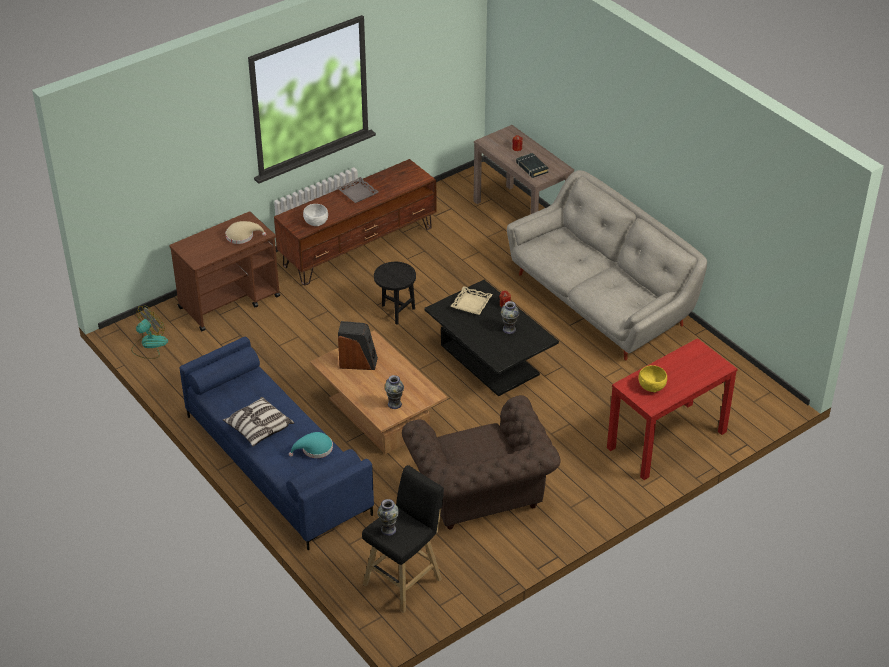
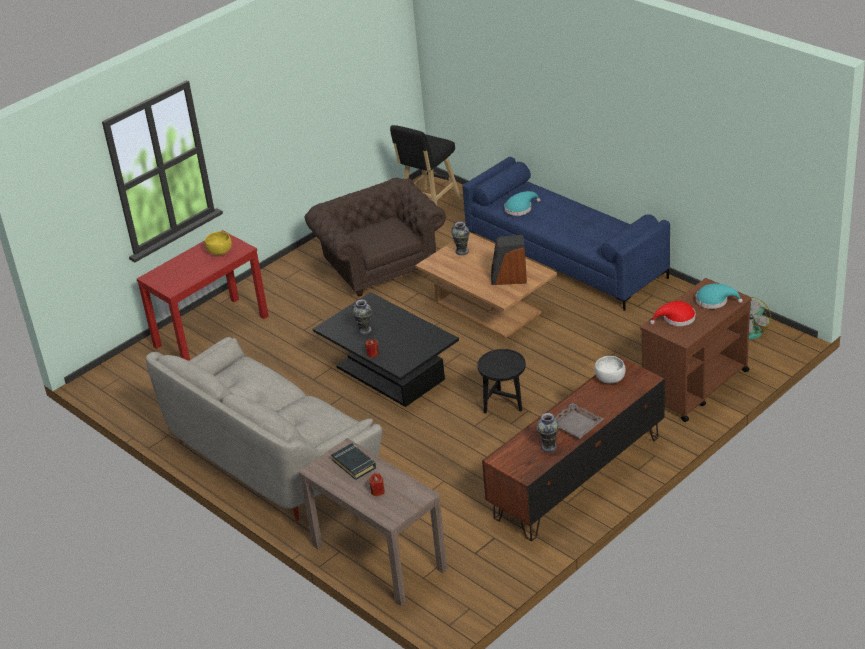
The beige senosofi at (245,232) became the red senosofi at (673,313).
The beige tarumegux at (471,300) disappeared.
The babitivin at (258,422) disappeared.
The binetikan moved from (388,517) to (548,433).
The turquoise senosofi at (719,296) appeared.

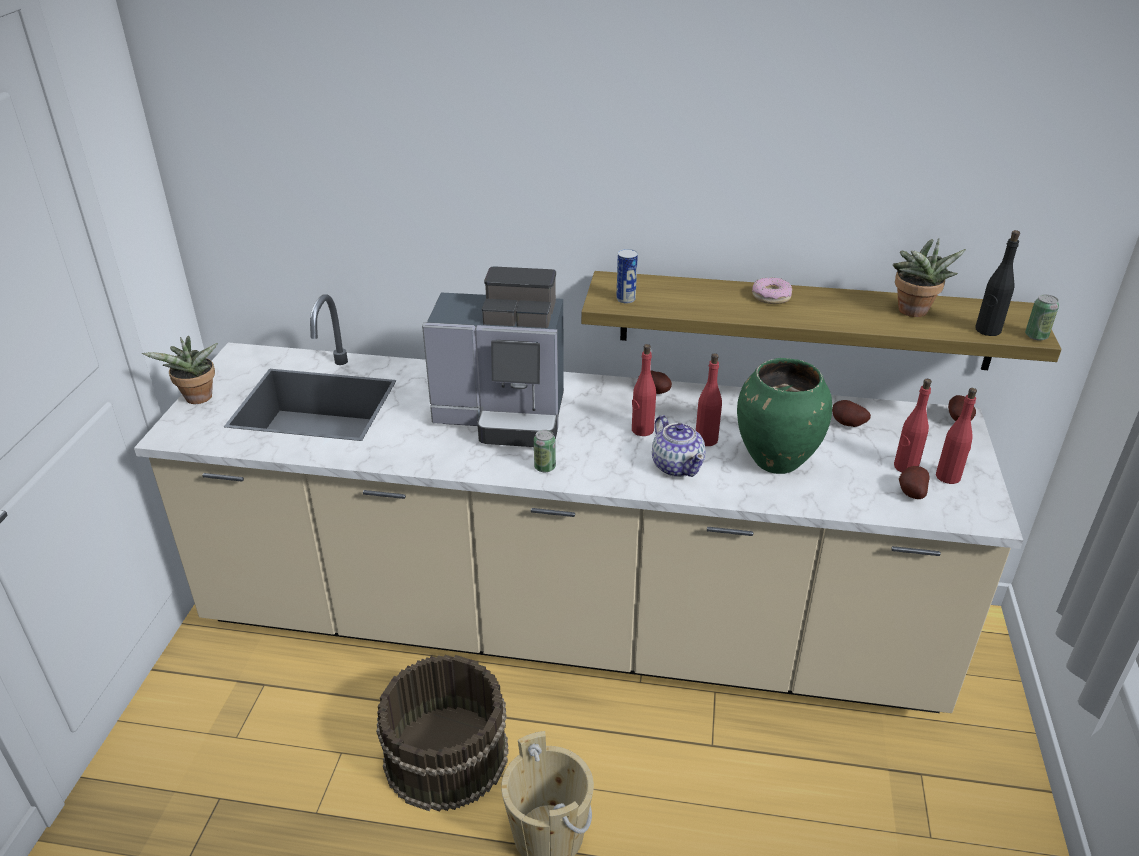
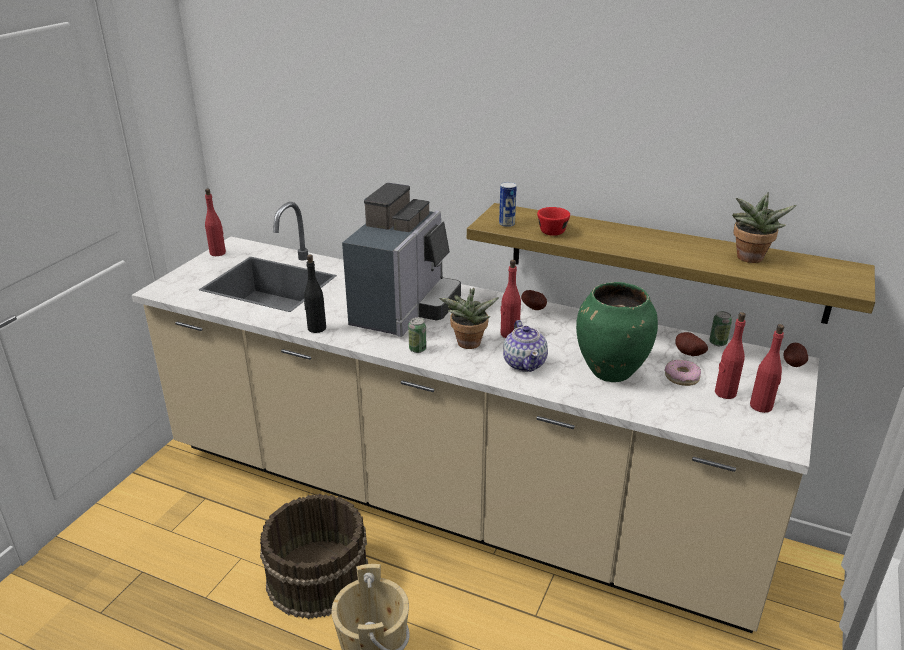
The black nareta moved from (997,283) to (315,294).
The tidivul at (493,356) turned 90 degrees counterclockwise.
The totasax moved from (772,290) to (683,373).
The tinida moved from (1042,317) to (720,328).
The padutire moved from (180,370) to (469,318).
The red nareta moved from (709,399) to (215,222).
The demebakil at (914,482) disappeared.
The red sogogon at (553,221) appeared.

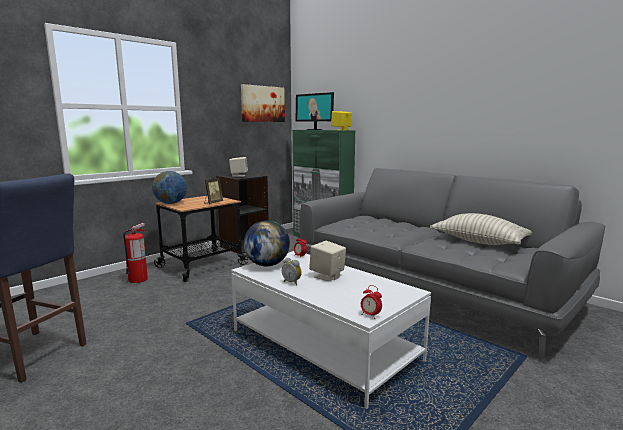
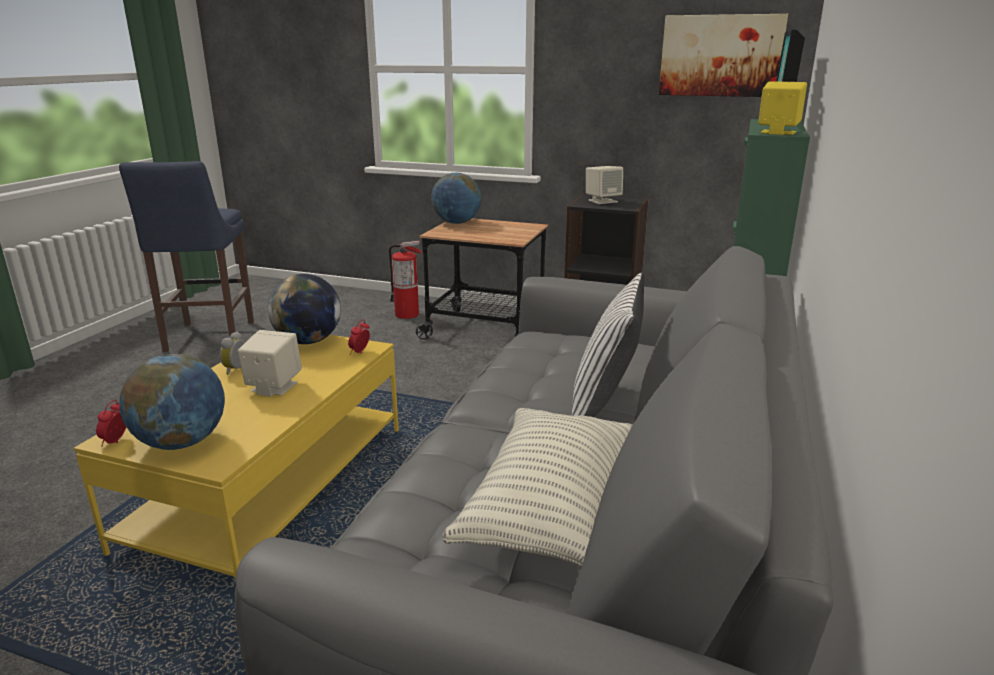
The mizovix at (213,190) disappeared.
The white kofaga at (331,330) became the yellow kofaga at (236,457).
The white babitivin at (608,345) appeared.
The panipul at (172,402) appeared.

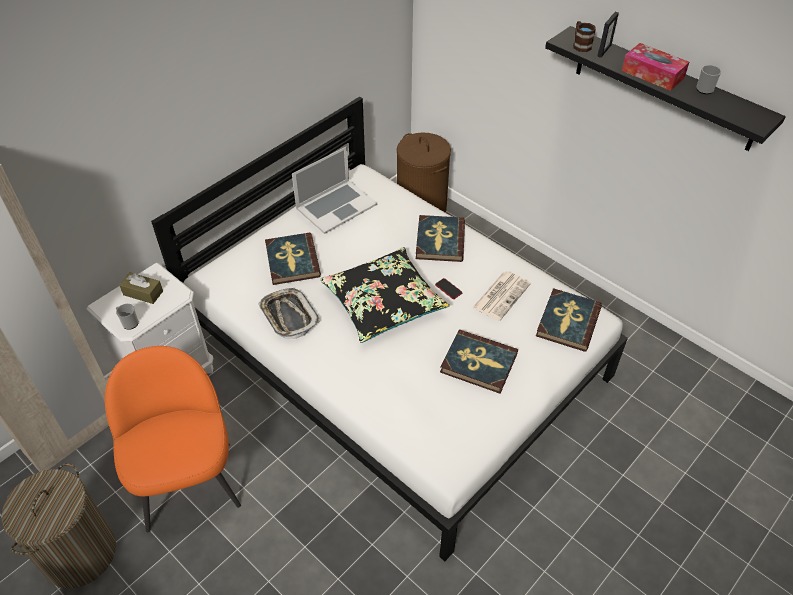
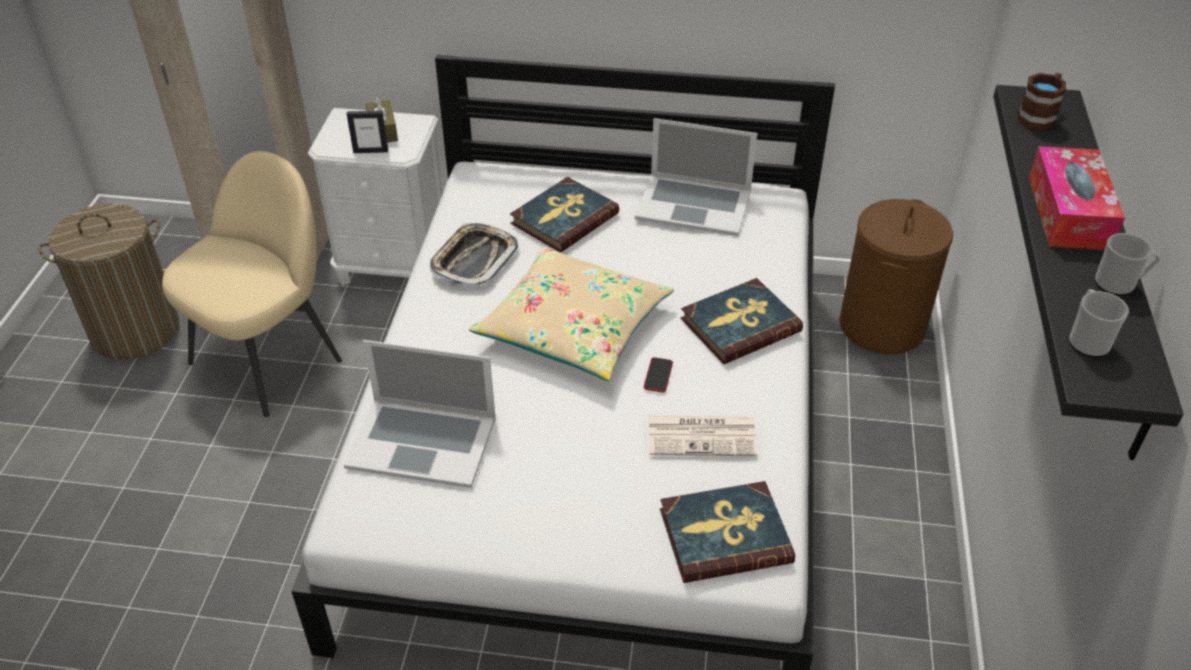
The mizovix moved from (608,35) to (367,132).
The black babitivin at (385,295) became the beige babitivin at (571,313).
The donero moved from (127,317) to (1099,323).
The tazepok at (479,361) disappeared.
The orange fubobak at (173,439) became the beige fubobak at (252,284).
The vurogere at (420,414) appeared.

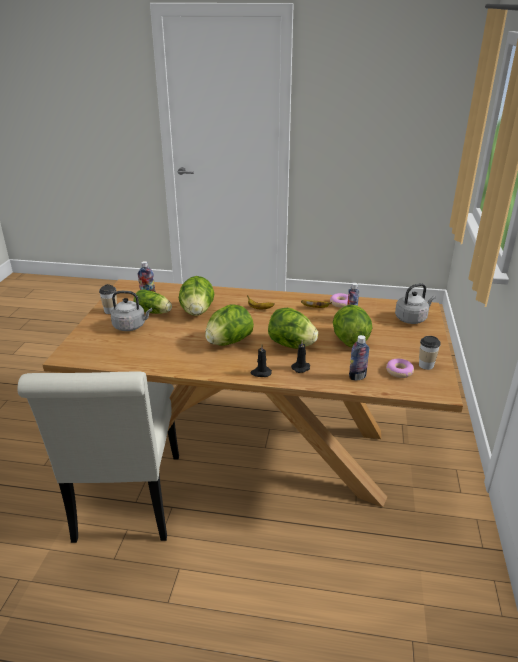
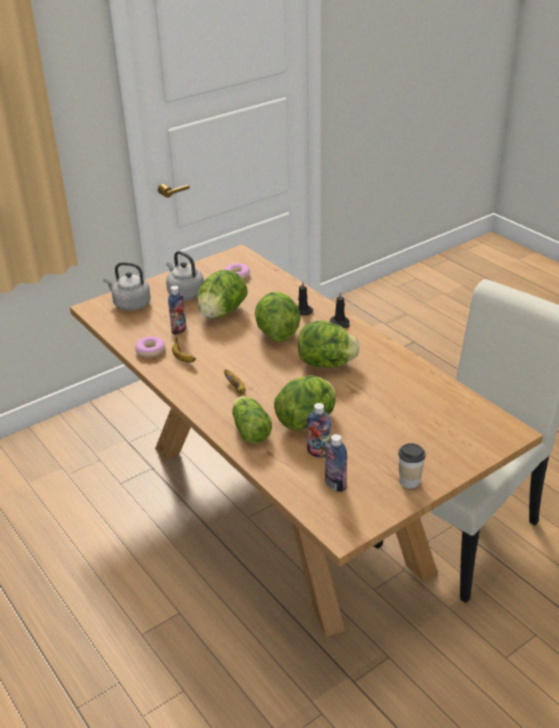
The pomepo moved from (152,301) to (252,420).
The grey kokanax moved from (131,311) to (185,275).
The nareta moved from (359,357) to (319,430).
The sogogon at (430,353) disappeared.

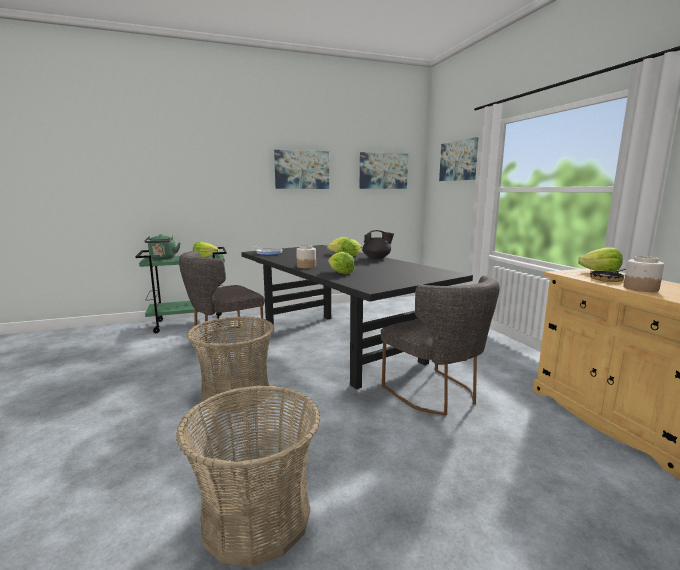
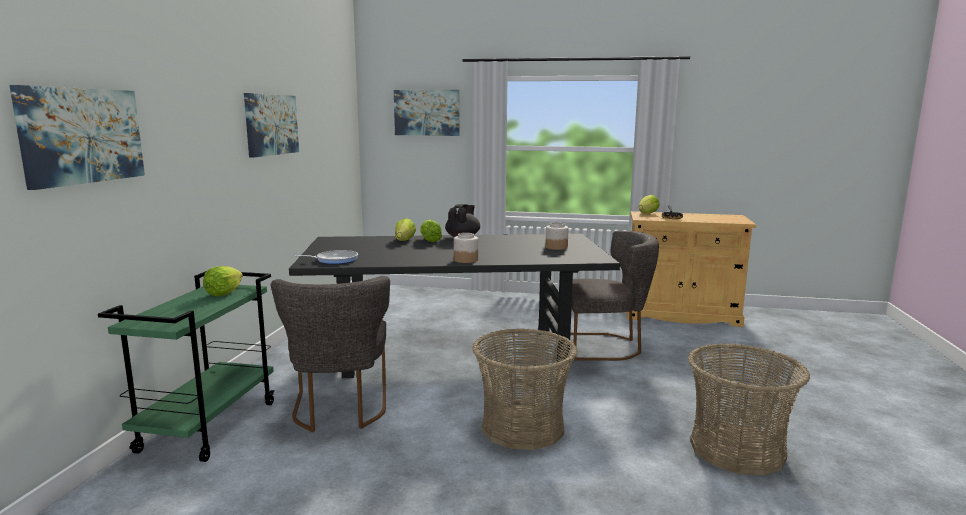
The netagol moved from (384,170) to (77,137).
The green kokanax at (162,247) disappeared.
The pomepo at (341,263) disappeared.
The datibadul moved from (643,274) to (557,236).

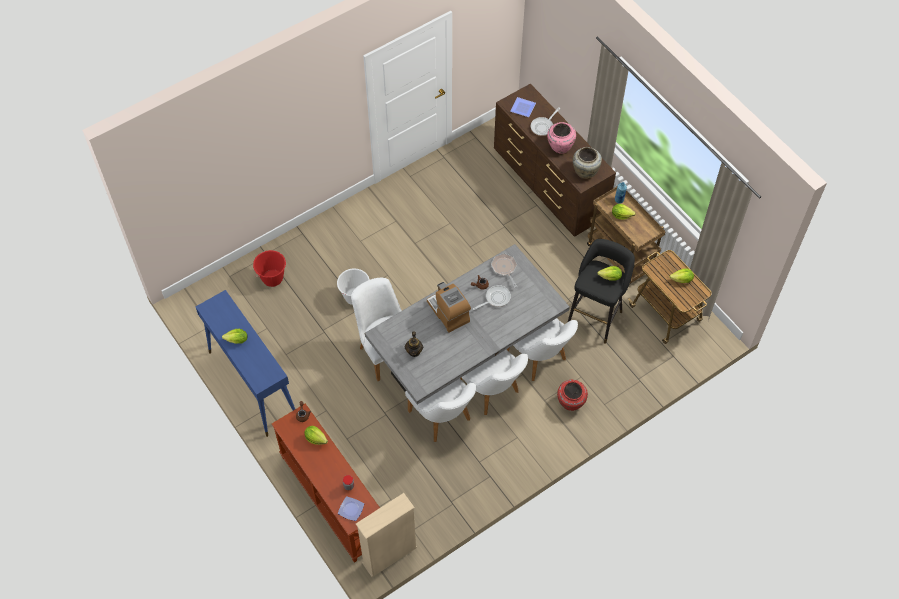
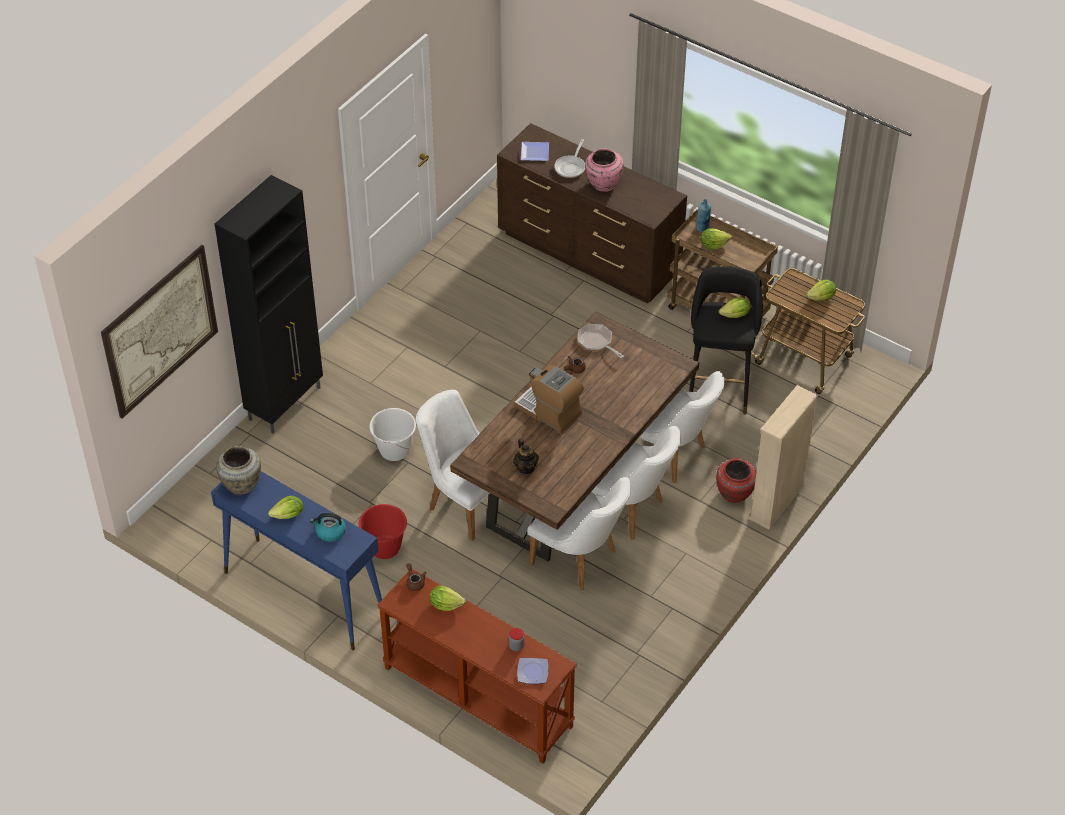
The beige binetikan moved from (587,163) to (238,470).
The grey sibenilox at (467,324) became the brown sibenilox at (574,436).
The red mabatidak moved from (269,268) to (383,531).
The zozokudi at (492,297) disappeared.
The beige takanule moved from (386,535) to (783,457).
The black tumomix at (269,304) appeared.
The netagol at (159,332) appeared.
The kokanax at (328,527) appeared.

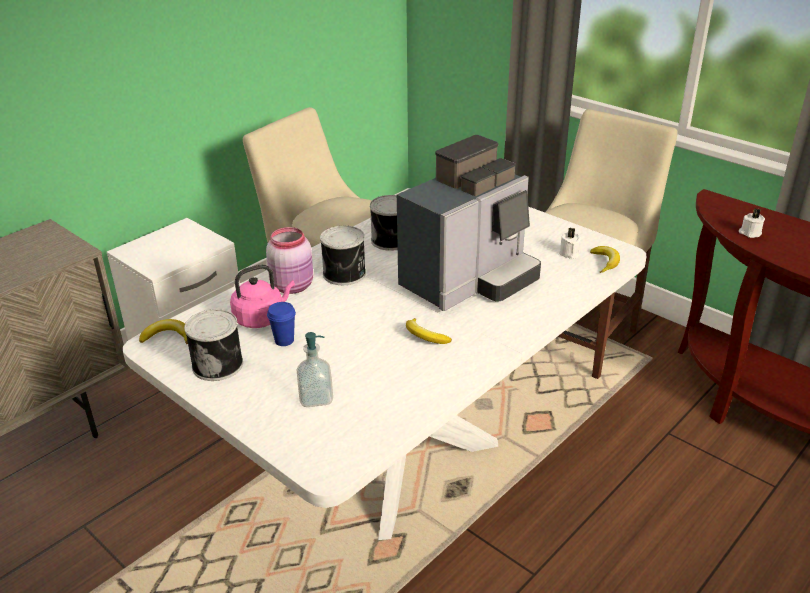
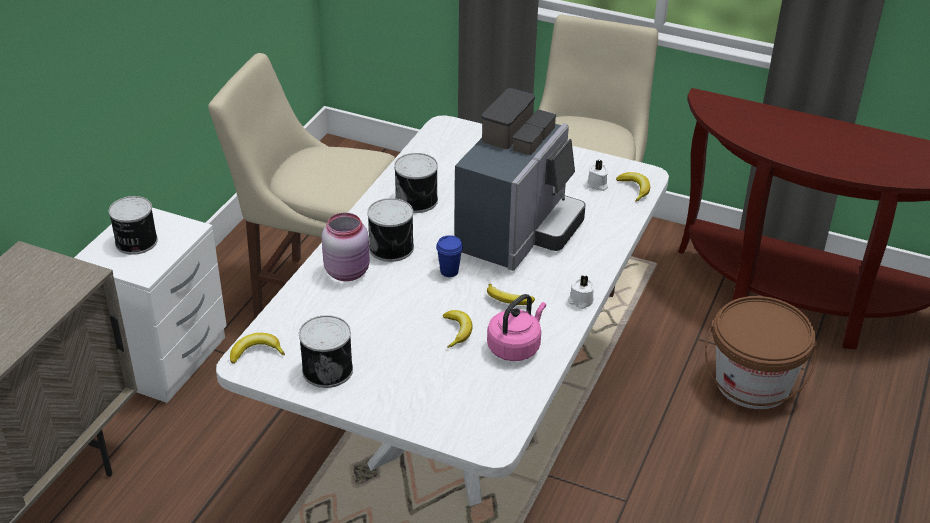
The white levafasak moved from (752,223) to (581,292).
The pink kokanax moved from (262,296) to (516,327).
The blue sogogon moved from (281,324) to (449,256).
The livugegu at (315,369) disappeared.
The tinida at (133,225) appeared.
The brown mabatidak at (761,352) appeared.
The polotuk at (457,329) appeared.

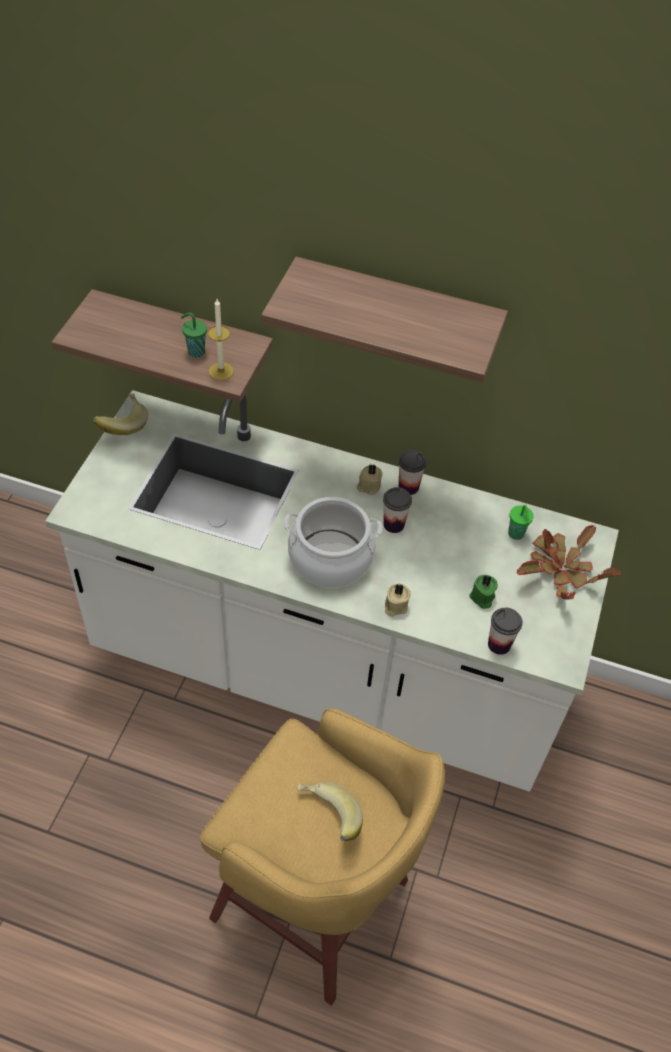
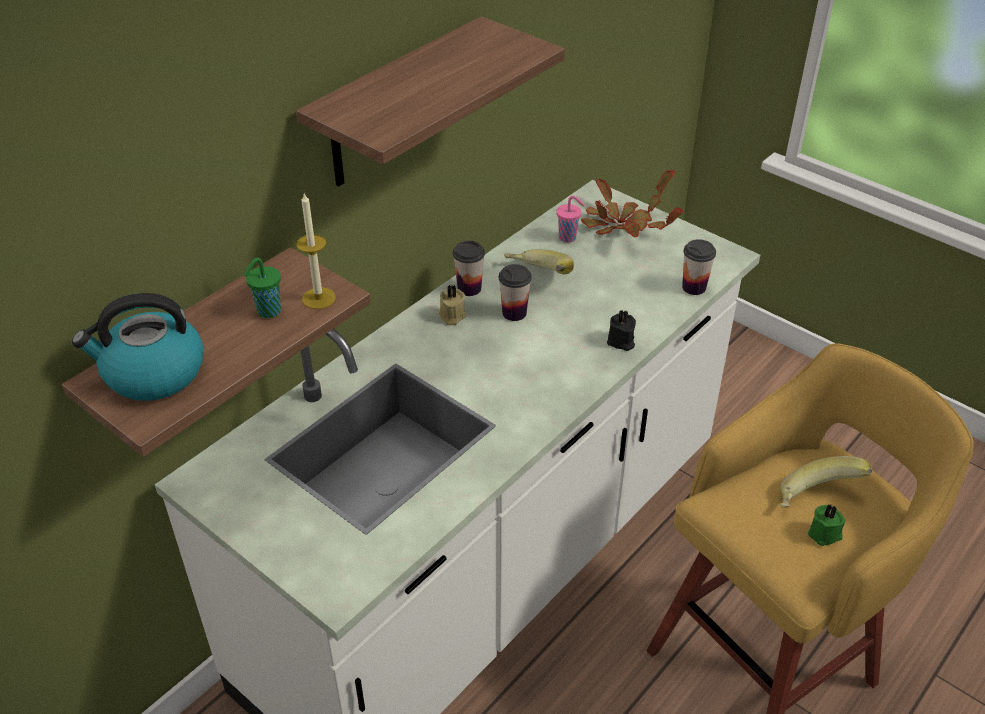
The polotuk moved from (120,414) to (539,261).
The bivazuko at (333,542) disappeared.
The green sogogon at (520,522) became the pink sogogon at (571,219).
The green levafasak moved from (484,592) to (826,525).
The beige levafasak at (398,600) became the black levafasak at (621,330).
The kokanax at (138,347) appeared.

